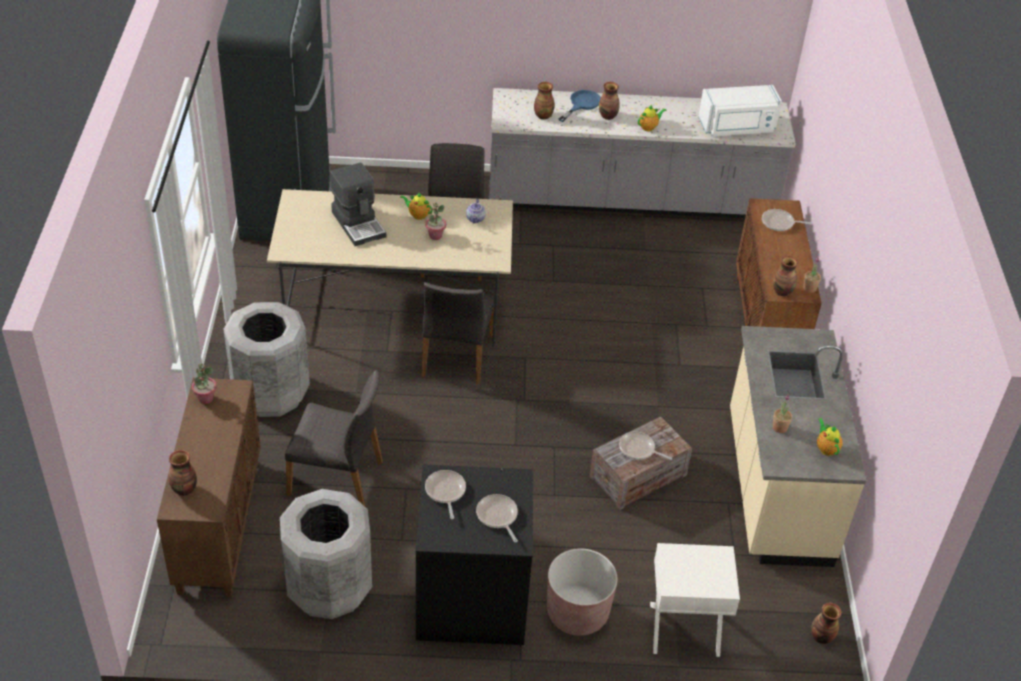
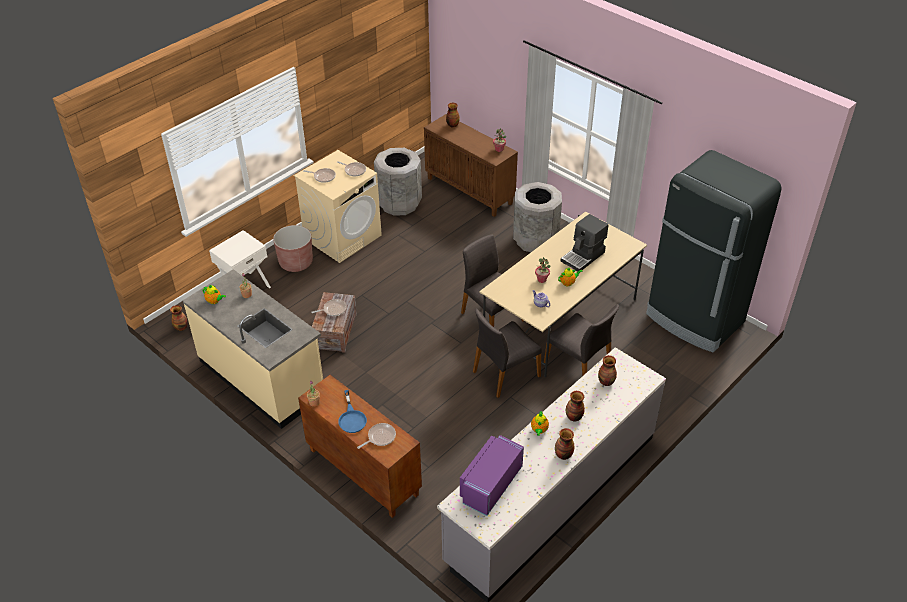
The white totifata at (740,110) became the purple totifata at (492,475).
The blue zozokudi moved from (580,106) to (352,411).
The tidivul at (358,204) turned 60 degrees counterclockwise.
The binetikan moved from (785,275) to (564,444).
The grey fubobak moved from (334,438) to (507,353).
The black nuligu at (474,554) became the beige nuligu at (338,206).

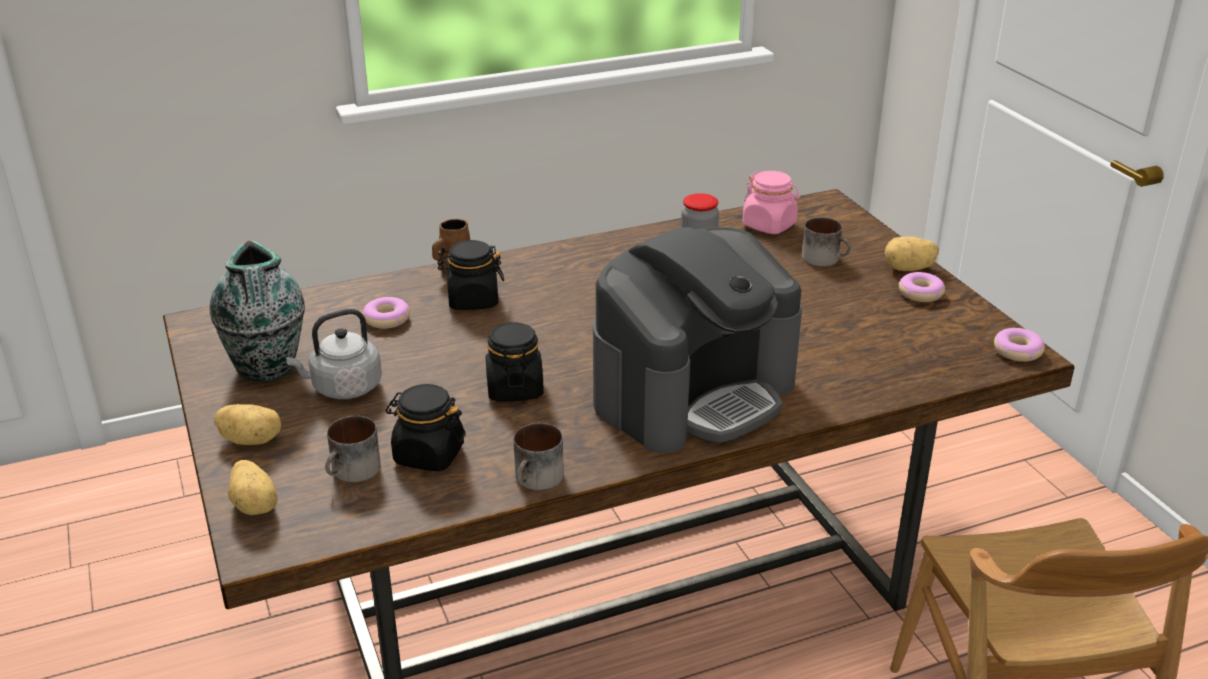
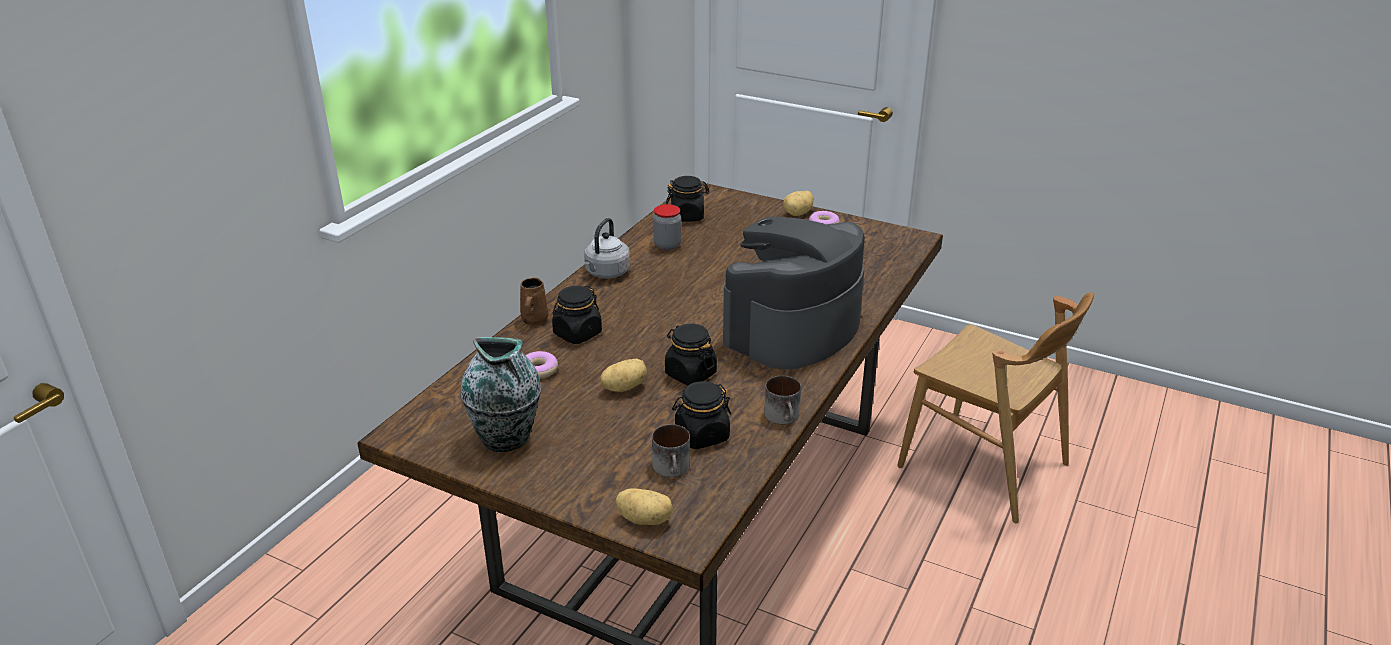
The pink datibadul at (771,202) became the black datibadul at (687,199).
The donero at (826,242) disappeared.
The tidivul at (697,340) turned 150 degrees counterclockwise.
The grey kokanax moved from (334,354) to (607,248).
The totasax at (1019,345) disappeared.
The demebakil moved from (247,424) to (623,375).

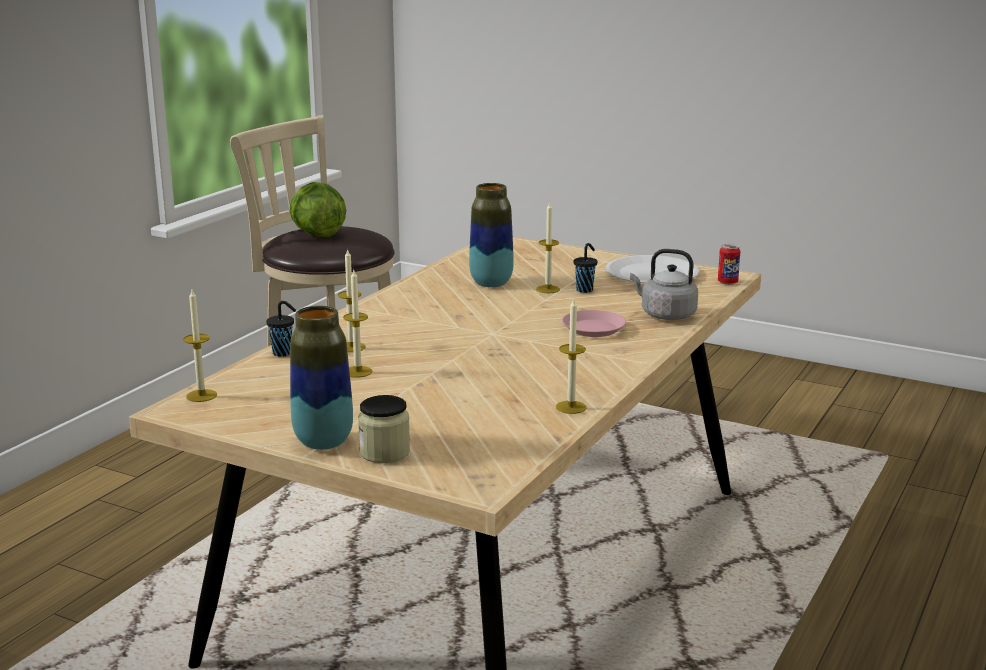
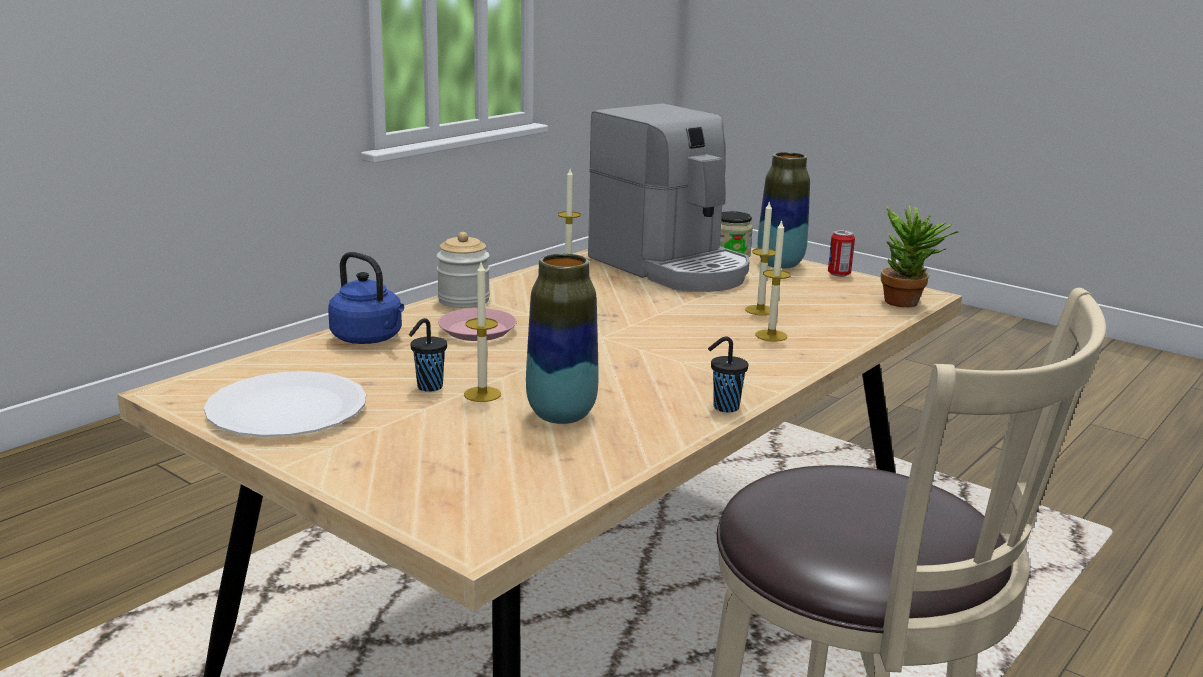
The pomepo at (317,209) disappeared.
The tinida moved from (729,264) to (841,253).
The grey kokanax at (664,284) became the blue kokanax at (366,298).
The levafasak at (200,346) was replaced by the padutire at (920,256).
The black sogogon moved from (281,329) to (728,375).
The tidivul at (669,197) appeared.
The datibadul at (463,270) appeared.

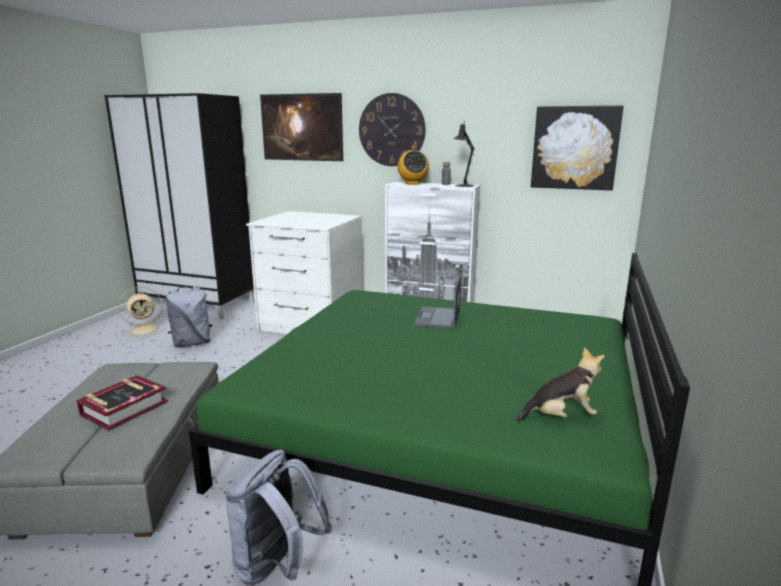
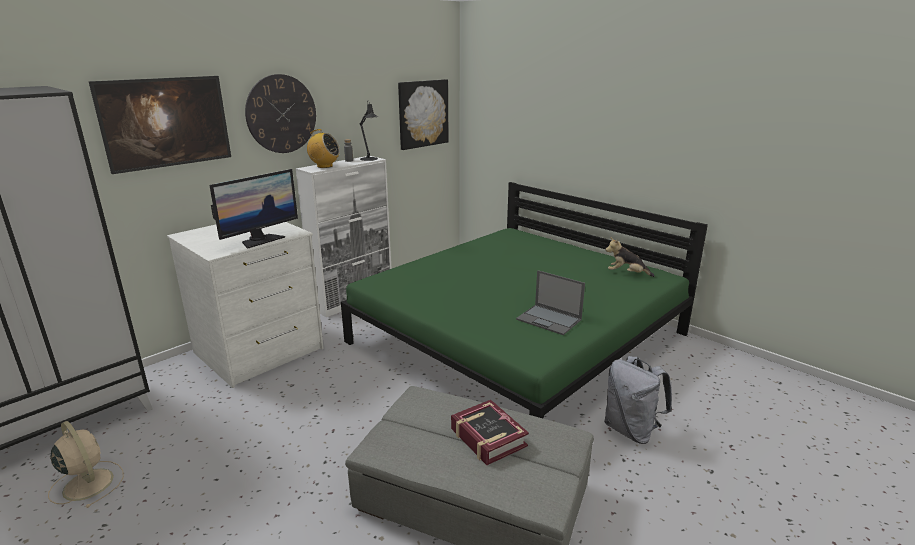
The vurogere moved from (437,301) to (550,302).
The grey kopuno at (189,316) disappeared.
The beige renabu at (142,312) turned 45 degrees counterclockwise.
The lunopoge at (560,384) turned 90 degrees counterclockwise.
The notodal at (253,209) appeared.

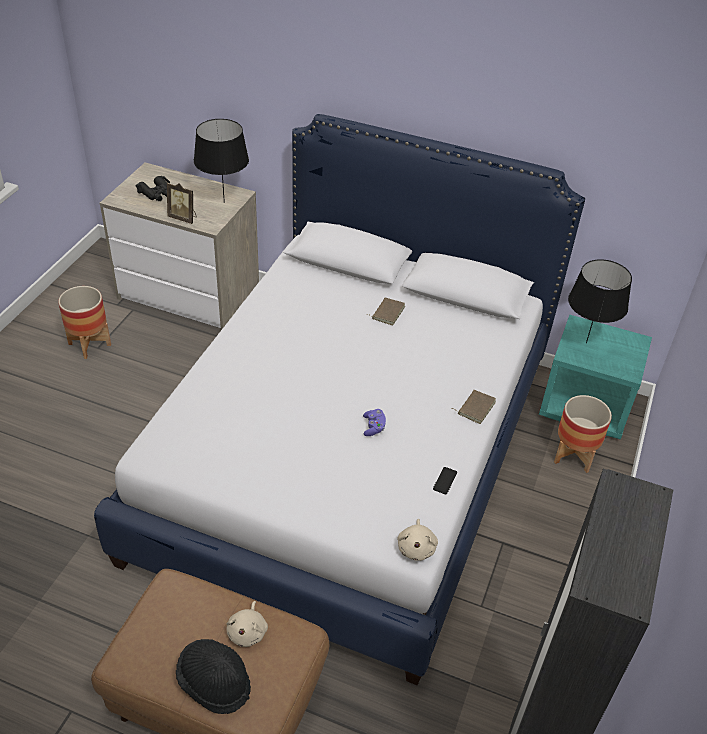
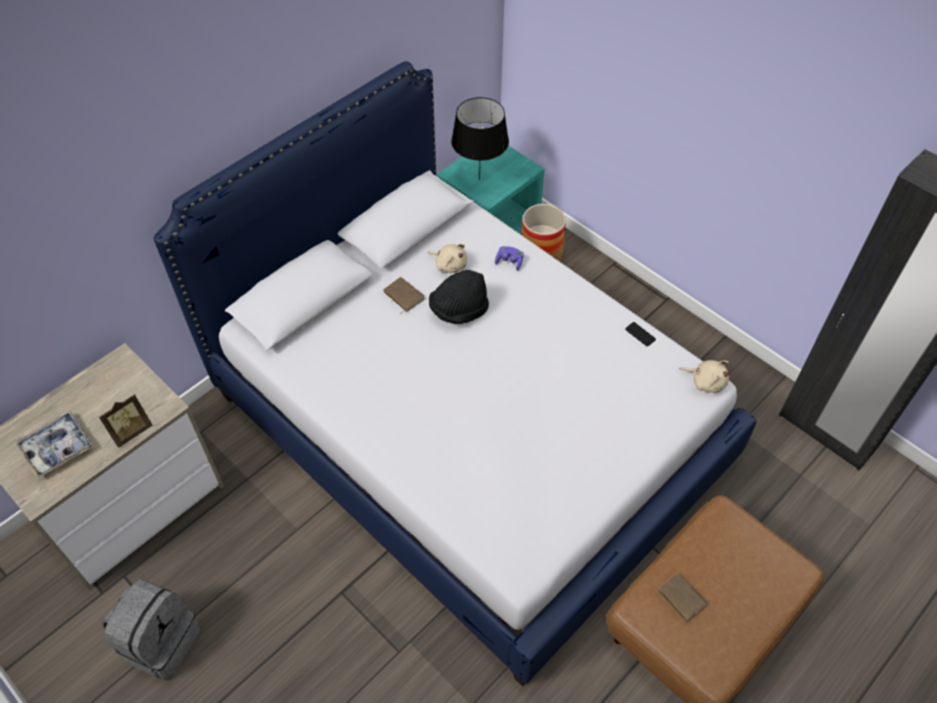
The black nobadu at (221,161) disappeared.
The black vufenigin at (153,188) was replaced by the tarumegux at (54,445).
The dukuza at (84,322) was replaced by the grey kopuno at (151,630).
The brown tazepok moved from (474,407) to (683,599).
The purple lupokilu moved from (374,422) to (509,258).
The beige lunopoge moved from (247,624) to (447,258).
The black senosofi moved from (213,676) to (459,297).

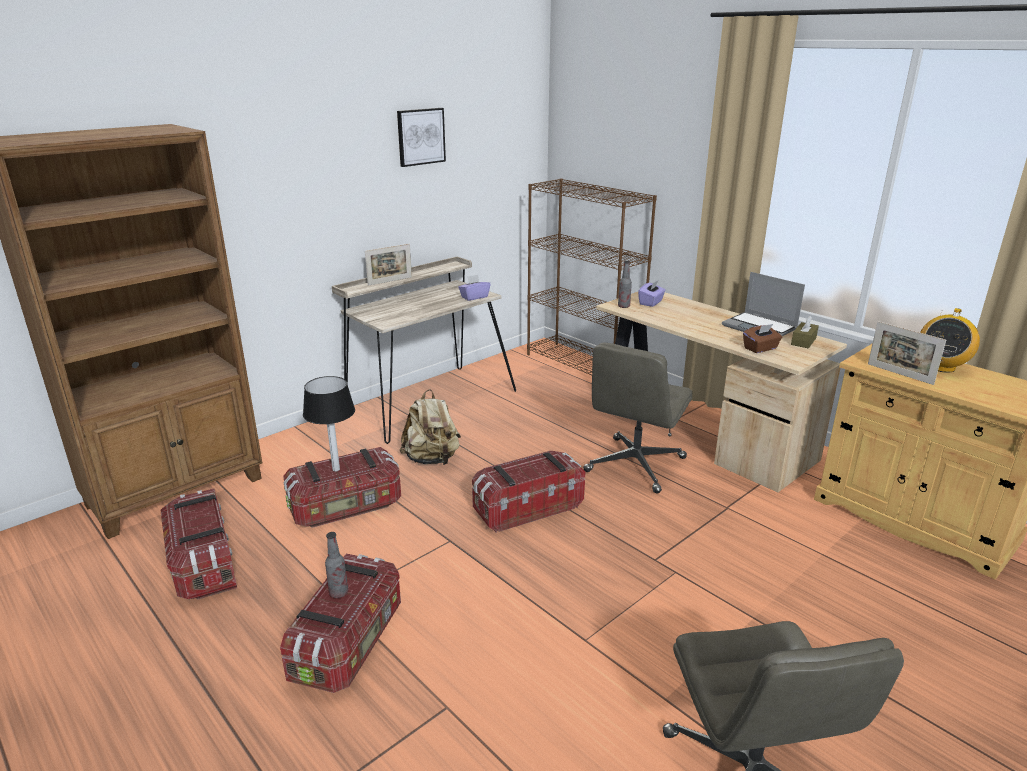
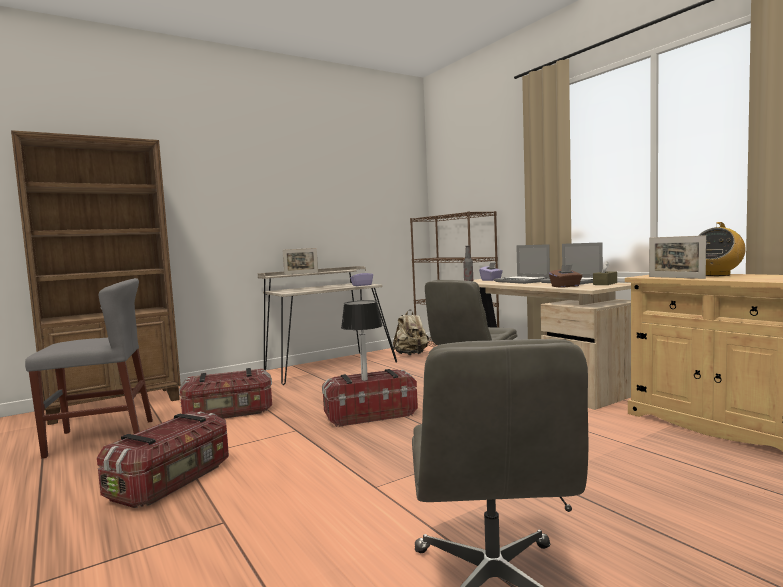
The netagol at (421,137) disappeared.
The nobadu moved from (329,424) to (362,340).
The beige kopuno moved from (430,427) to (411,332).
The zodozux at (199,543) was replaced by the grey fubobak at (89,368).
The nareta at (336,565) disappeared.
The vurogere at (522,264) appeared.

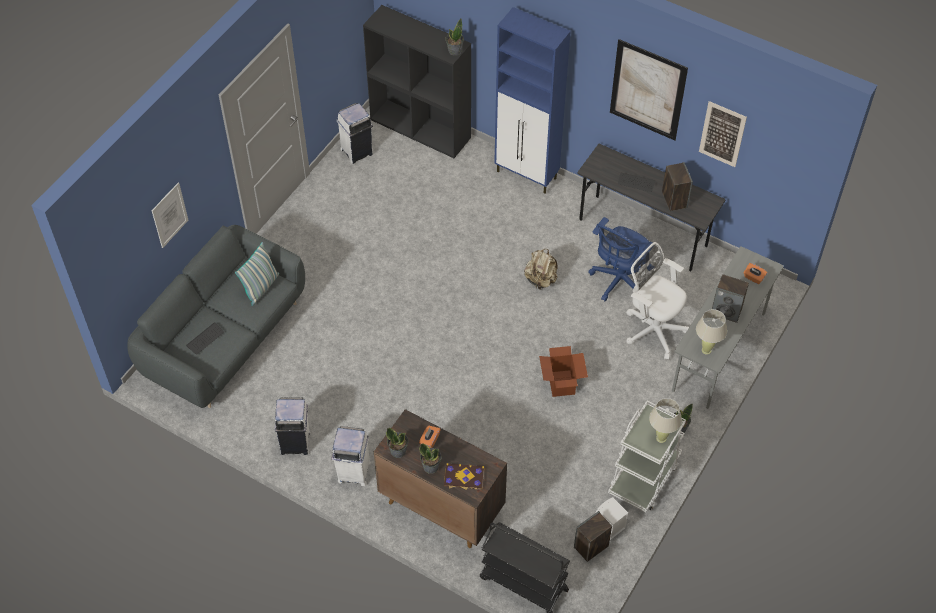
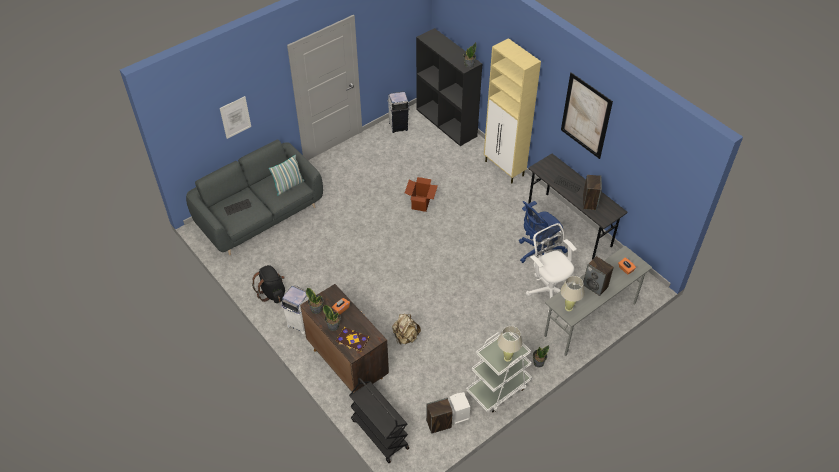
The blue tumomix at (532,100) became the beige tumomix at (512,110).
The netagol at (723,134) disappeared.
The beige kopuno moved from (541,269) to (406,329).
The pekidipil moved from (563,371) to (421,194).
The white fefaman at (292,426) was replaced by the black kopuno at (268,284).

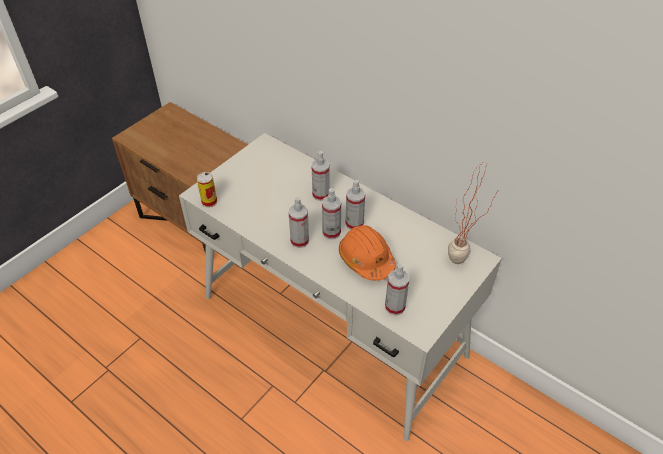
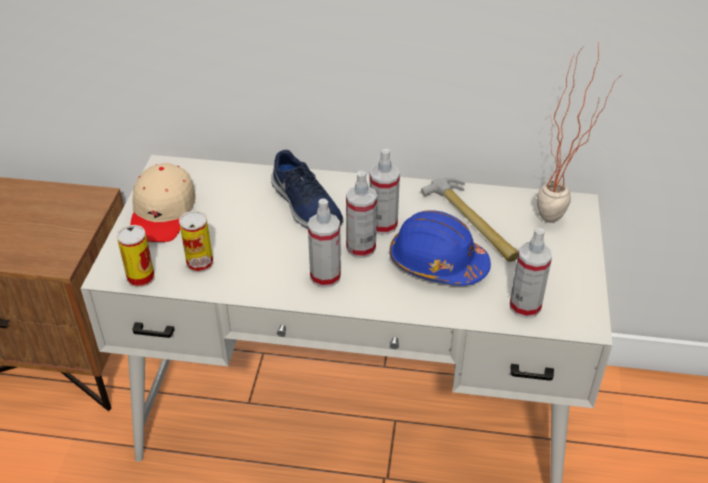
The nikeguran at (321,176) was replaced by the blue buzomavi at (307,189).
The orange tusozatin at (367,253) became the blue tusozatin at (440,248).
The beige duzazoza at (163,202) appeared.
The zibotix at (469,220) appeared.
The tinida at (196,242) appeared.

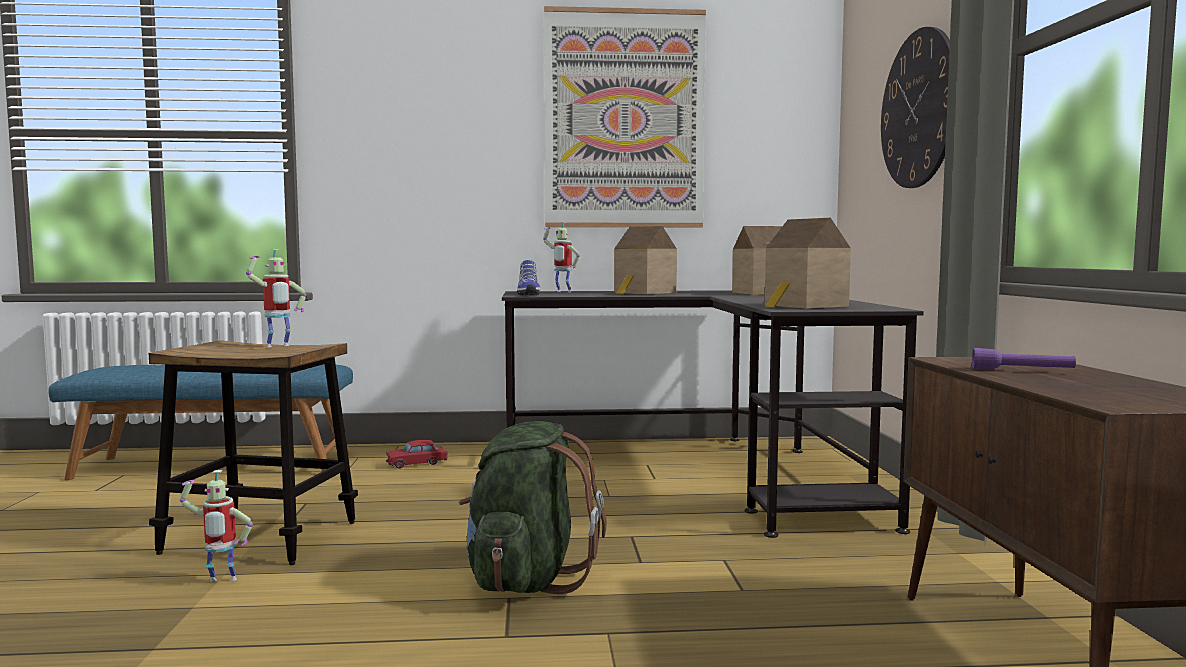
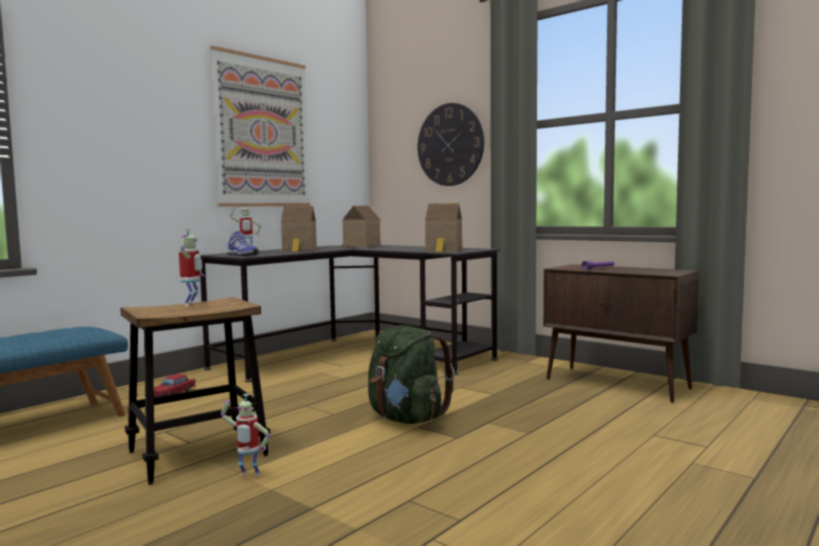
The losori at (216,526) turned 60 degrees clockwise.

